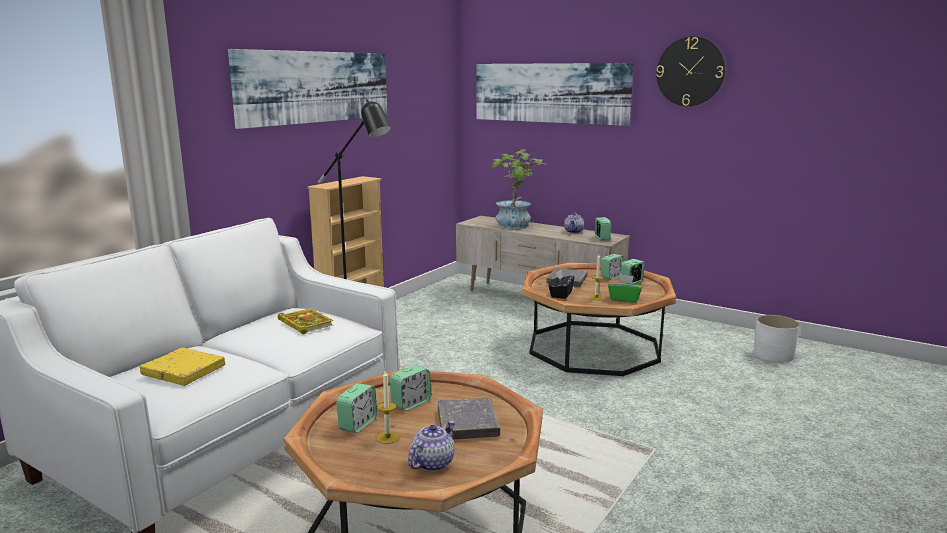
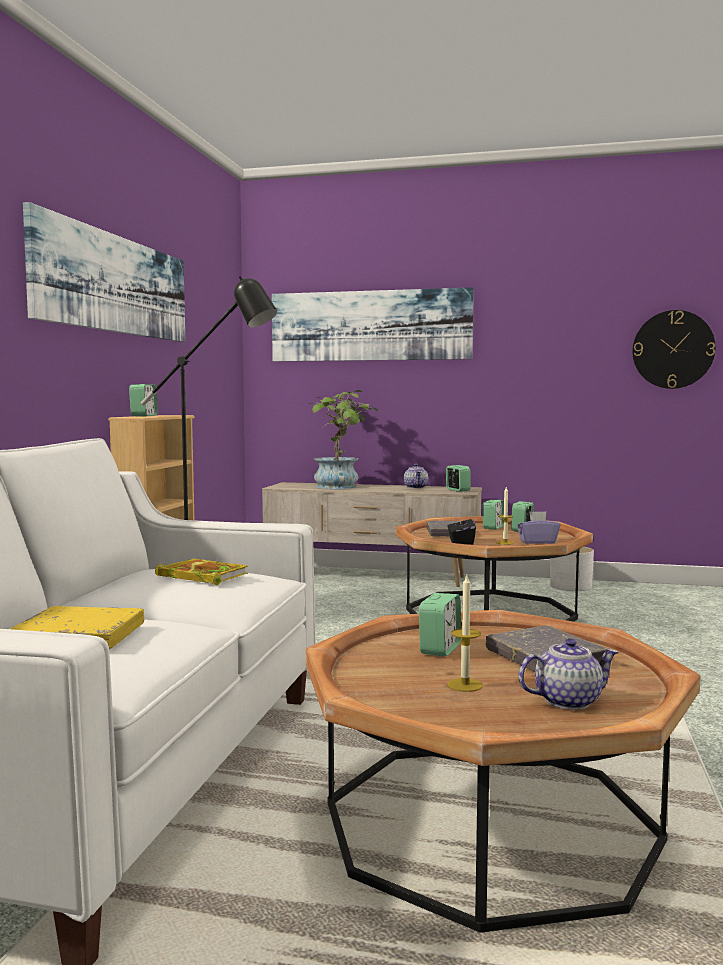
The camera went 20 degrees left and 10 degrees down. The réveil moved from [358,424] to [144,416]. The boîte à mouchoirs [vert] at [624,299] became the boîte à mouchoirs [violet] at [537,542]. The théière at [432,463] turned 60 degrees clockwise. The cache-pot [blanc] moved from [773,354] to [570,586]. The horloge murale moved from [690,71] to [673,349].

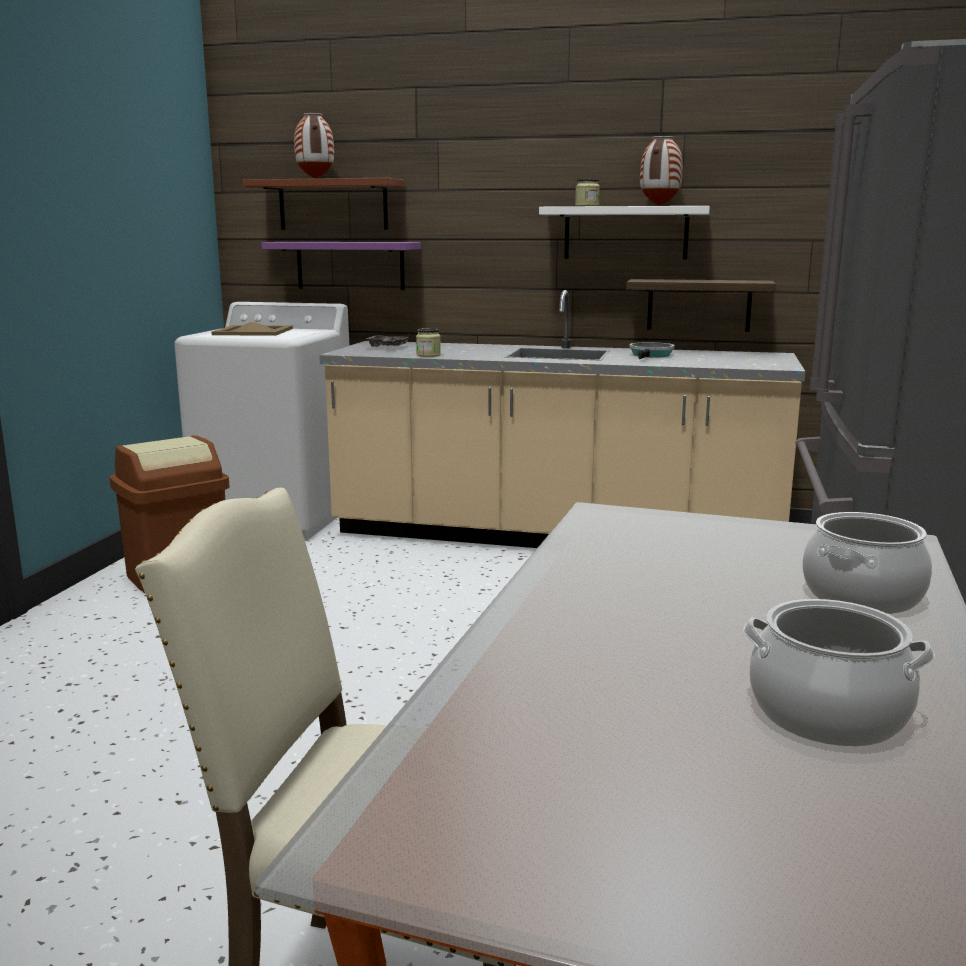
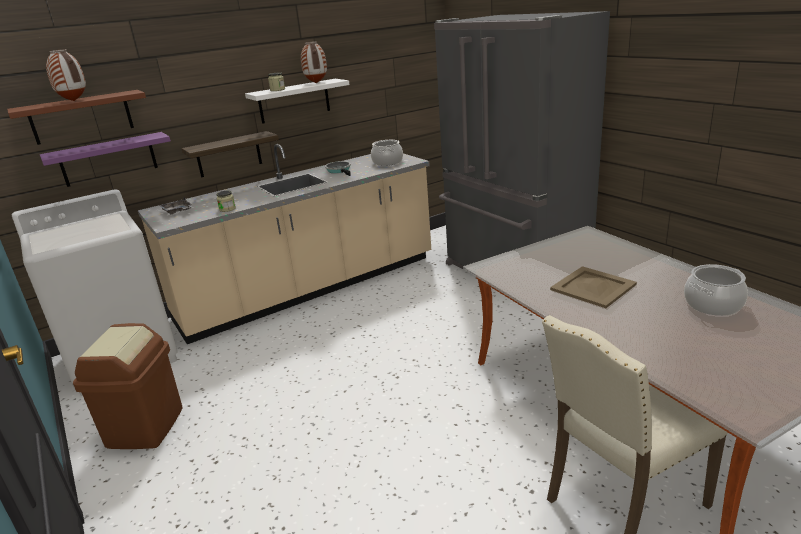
The camera went 45 degrees left and 10 degrees up. The étagère moved from [699,305] to [229,154]. The marmite moved from [863,596] to [387,162]. The plateau [beige] moved from [252,331] to [593,287].

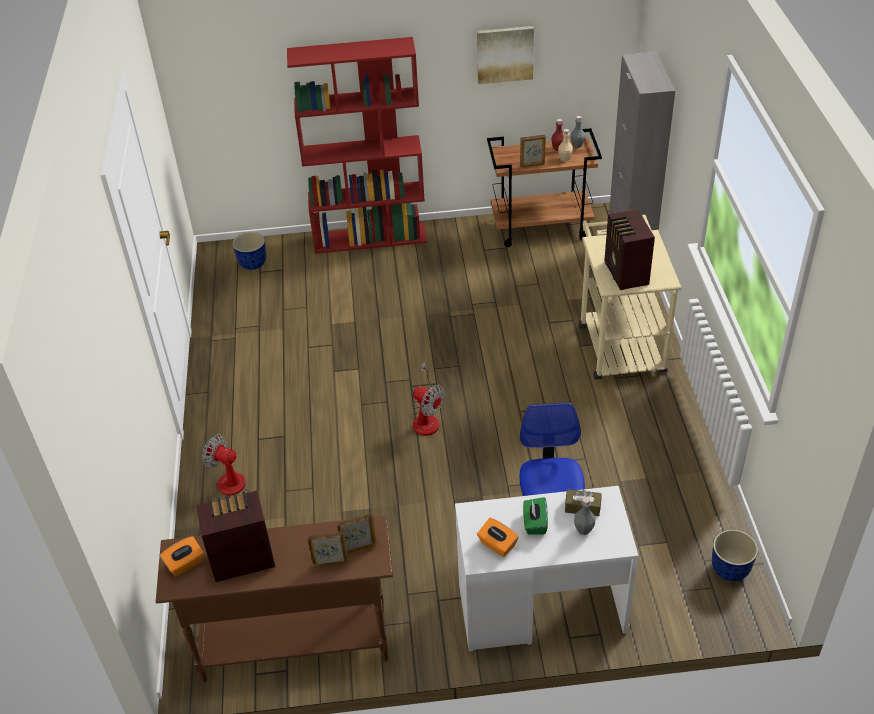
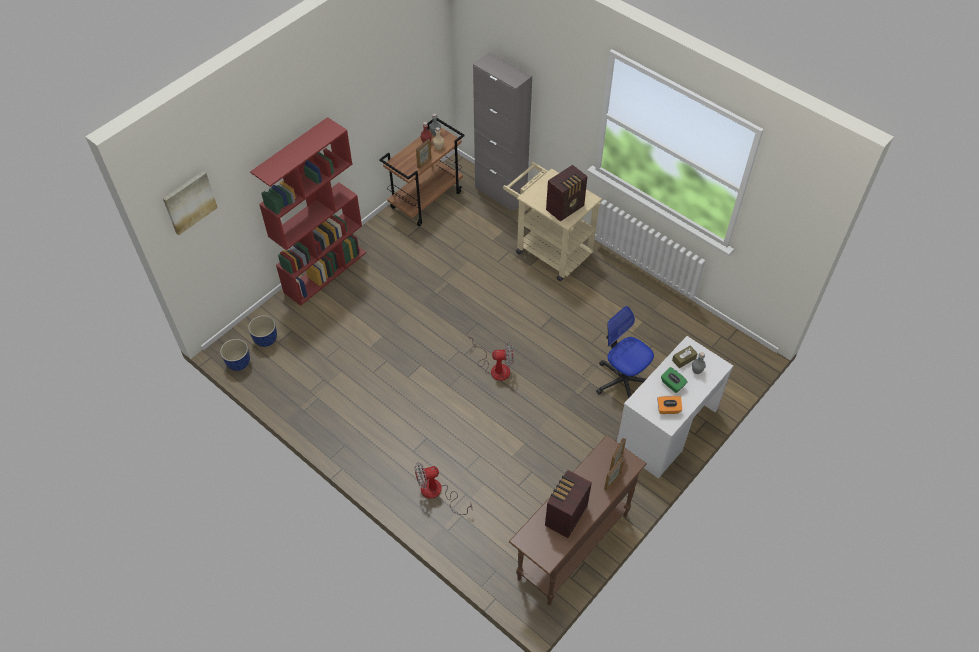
The camera went 45 degrees left and 10 degrees up. The tableau moved from [504,54] to [189,202]. The cache-pot moved from [729,570] to [239,363]. The radio at [625,274] turned 75 degrees counterclockwise. The boîte à mouchoirs [orange] at [185,564] disappeared.

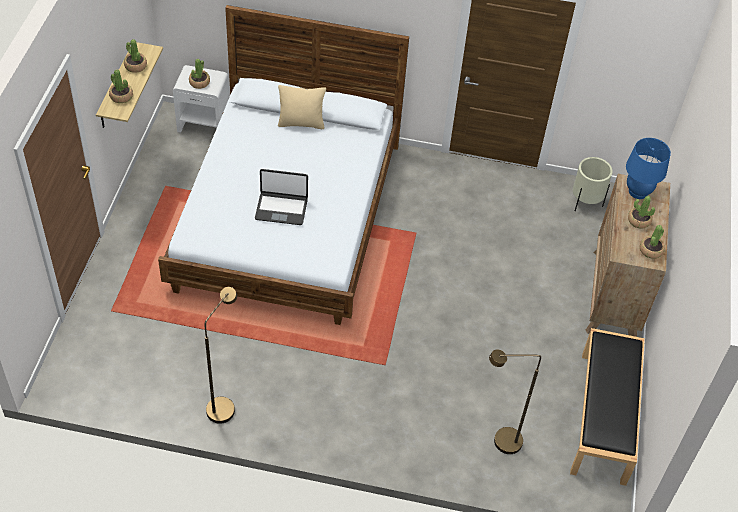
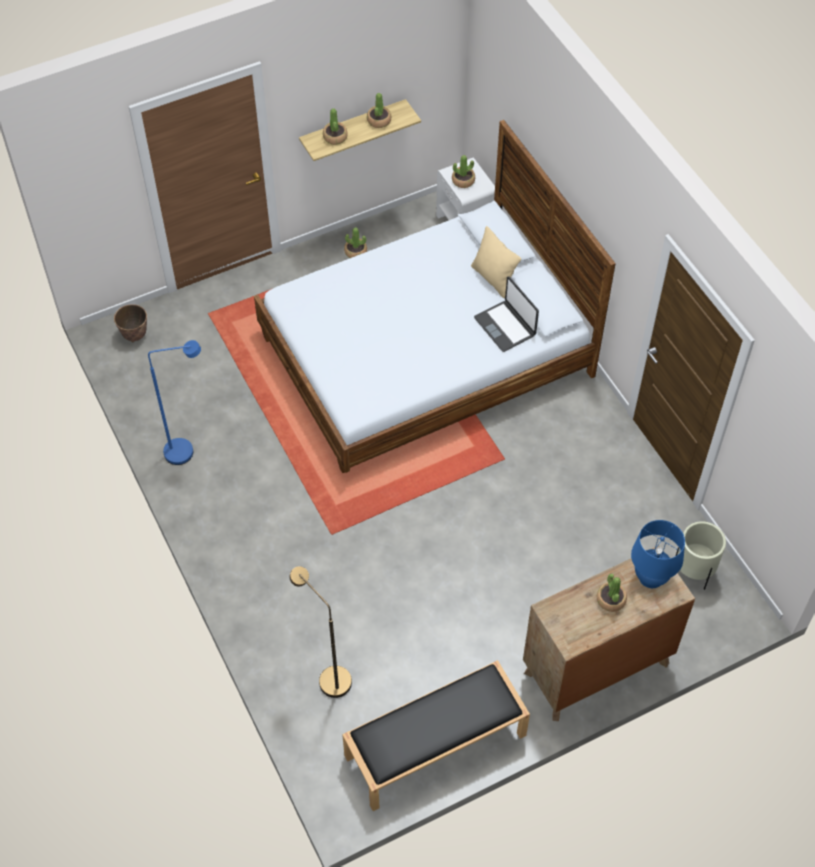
The camera went 55 degrees right and 5 degrees up. The cache-pot at [135,335] appeared. The lampadaire [marron] at [224,404] became the lampadaire [bleu] at [187,450]. The plante en pot moved from [651,250] to [355,252]. The ordinateur portable moved from [281,209] to [505,326].

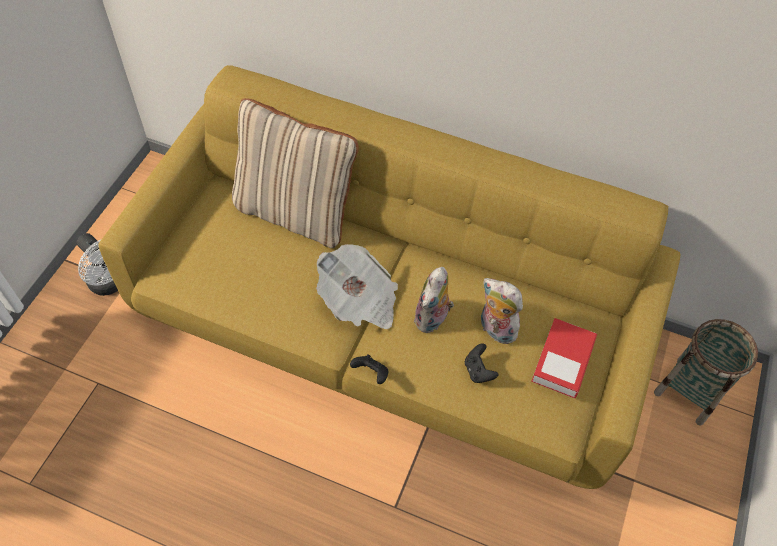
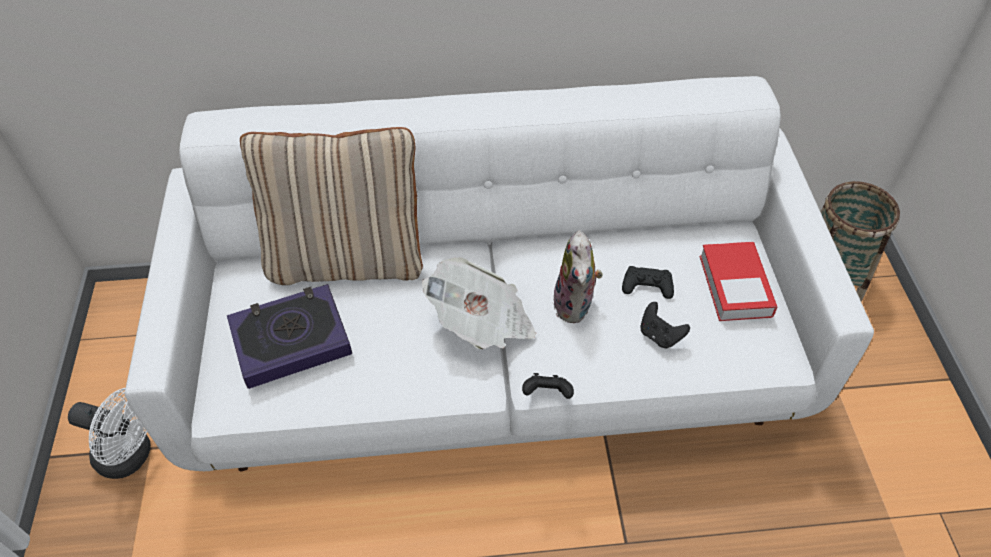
The camera went 25 degrees left and 5 degrees down. The canapé [jaune] at [387,329] became the canapé [blanc] at [497,357]. The livre at [291,340] appeared. The peluche at [495,329] was replaced by the manette [noir] at [647,286].

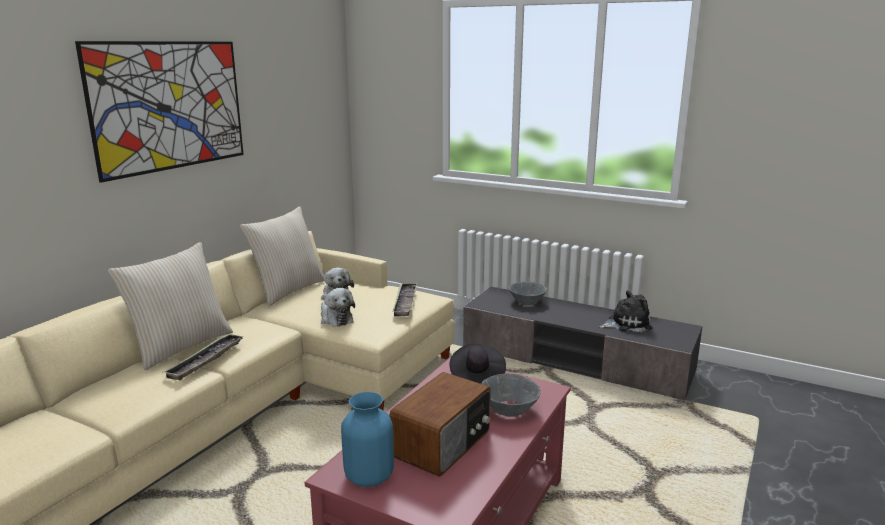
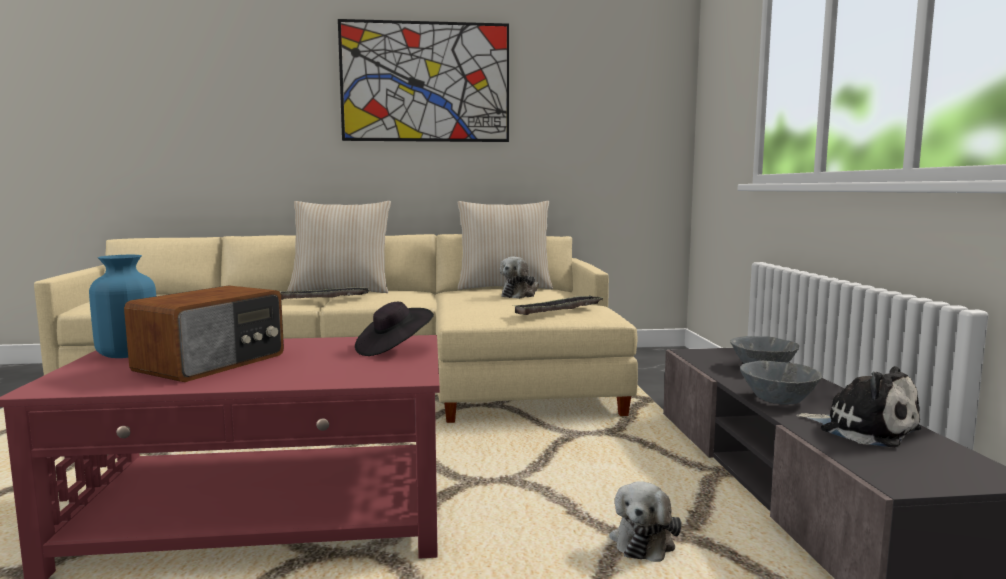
The camera went 55 degrees right and 10 degrees down. The radio at [443,444] turned 60 degrees counterclockwise. The peluche moved from [335,319] to [643,541]. The bol [gris] moved from [509,409] to [778,399].

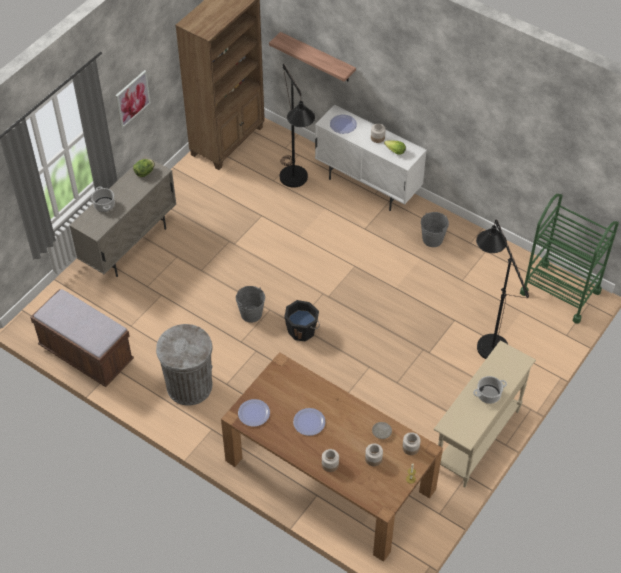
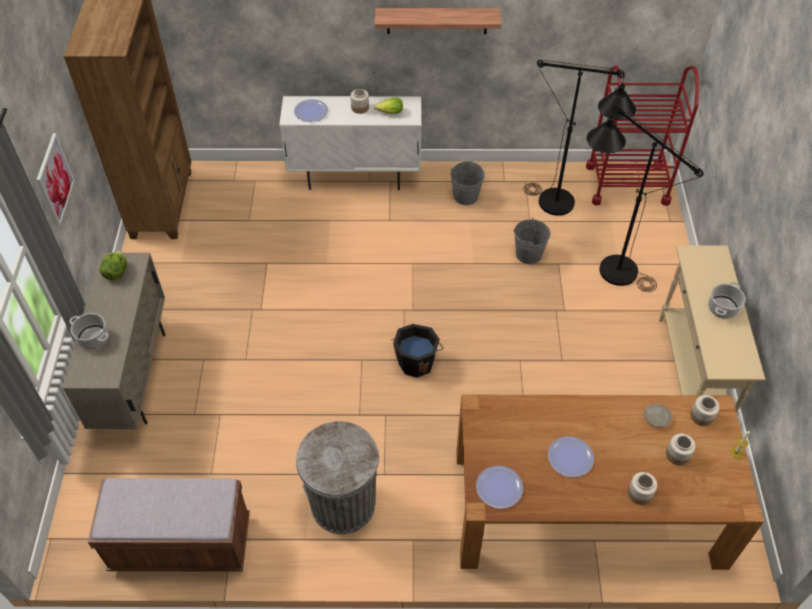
The camera went 35 degrees left and 0 degrees up. The étagère moved from [317,57] to [437,20]. The seau [gris] moved from [251,314] to [528,254]. The lampadaire [noir] moved from [295,183] to [565,207]. The chariot [vert] at [560,292] became the chariot [rouge] at [627,184].

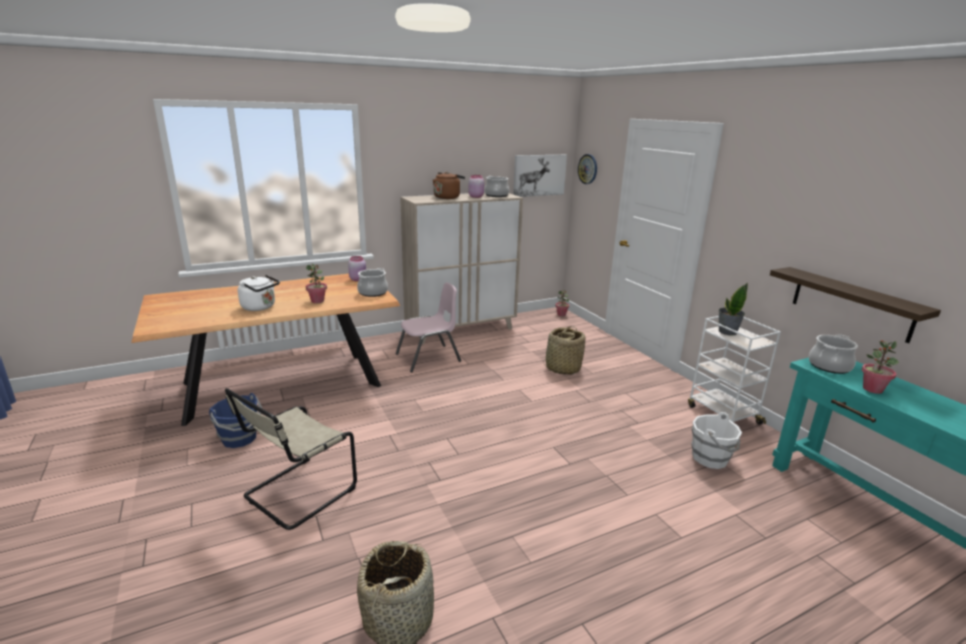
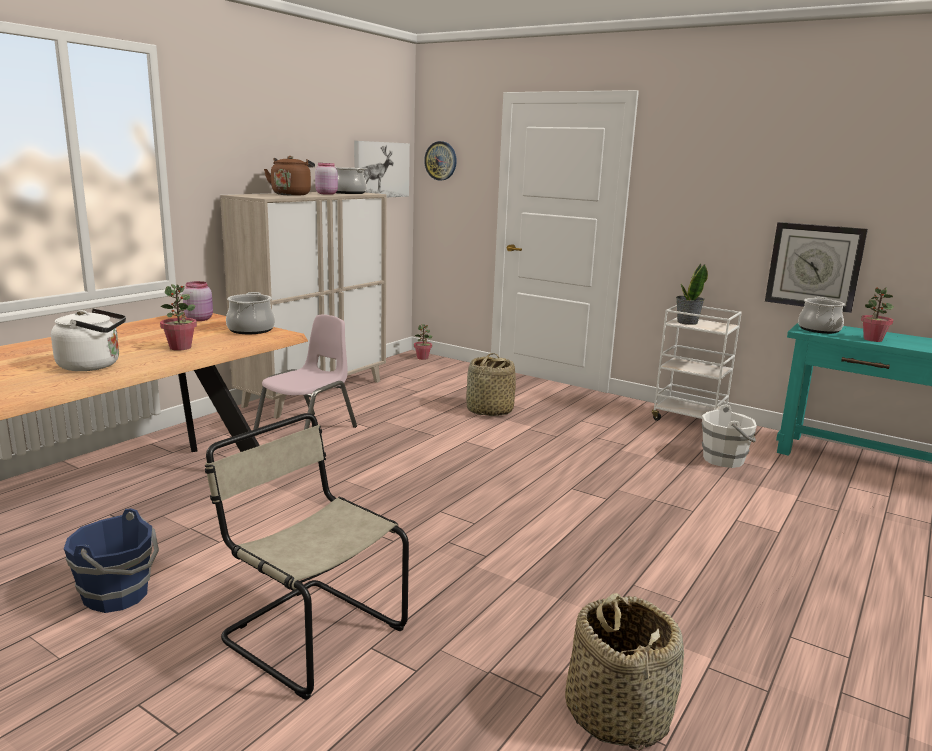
The camera went 30 degrees left and 5 degrees down. The chaise [beige] at [297,494] turned 120 degrees clockwise. The étagère at [851,303] was replaced by the horloge murale at [814,266].

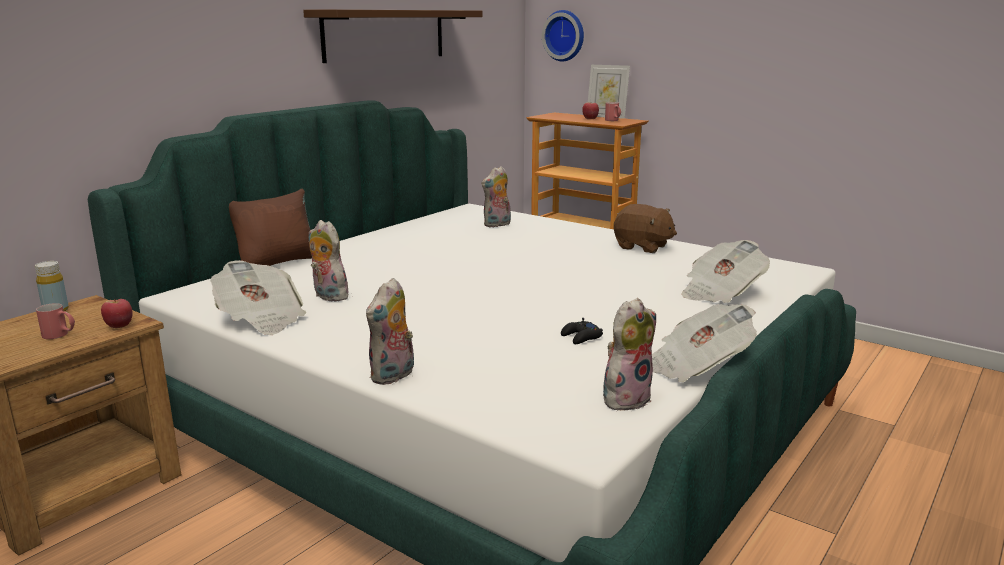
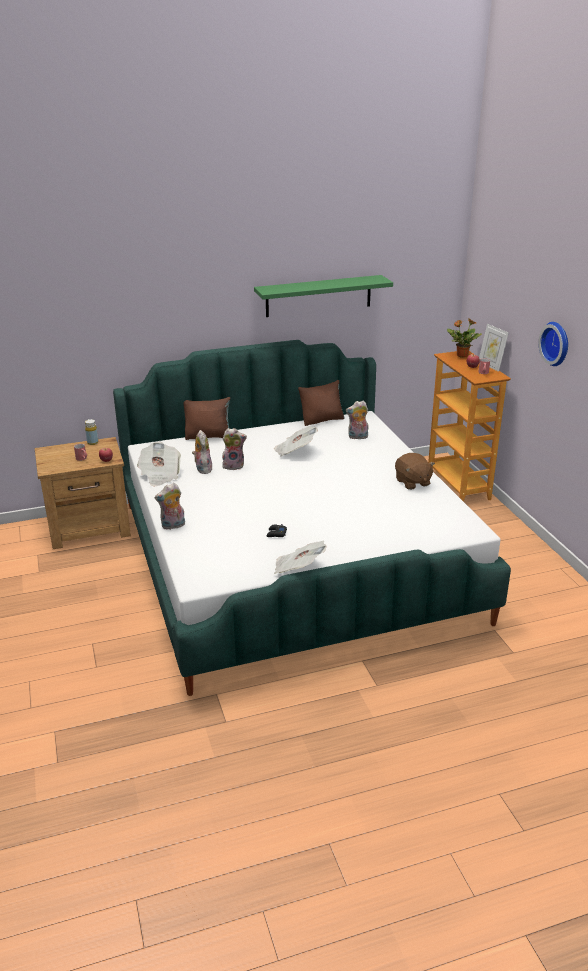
The camera went 35 degrees right and 10 degrees up. The peluche moved from [625,398] to [234,465]. The étagère [marron] at [385,35] became the étagère [vert] at [318,296]. The journal moved from [720,293] to [295,451]. The coussin [marron] at [322,420] appeared. The plante en pot at [461,355] appeared. The horloge murale moved from [565,35] to [557,343].

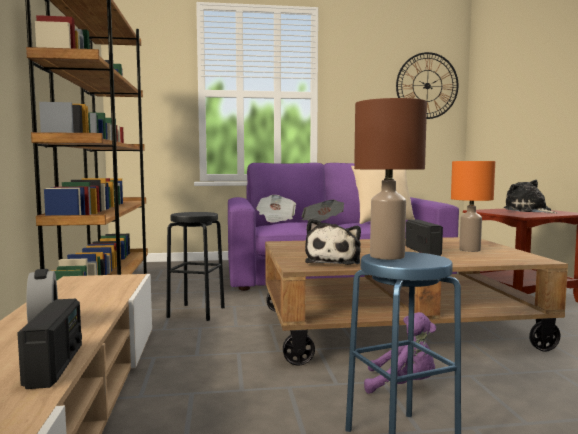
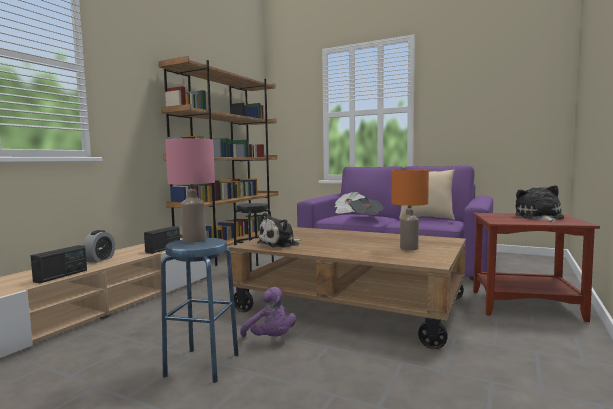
The camera went 35 degrees right and 0 degrees up. The radio moved from [423,251] to [163,249]. The lampe de table [marron] at [386,256] became the lampe de table [rose] at [194,240]. The horloge murale at [427,86] disappeared.

